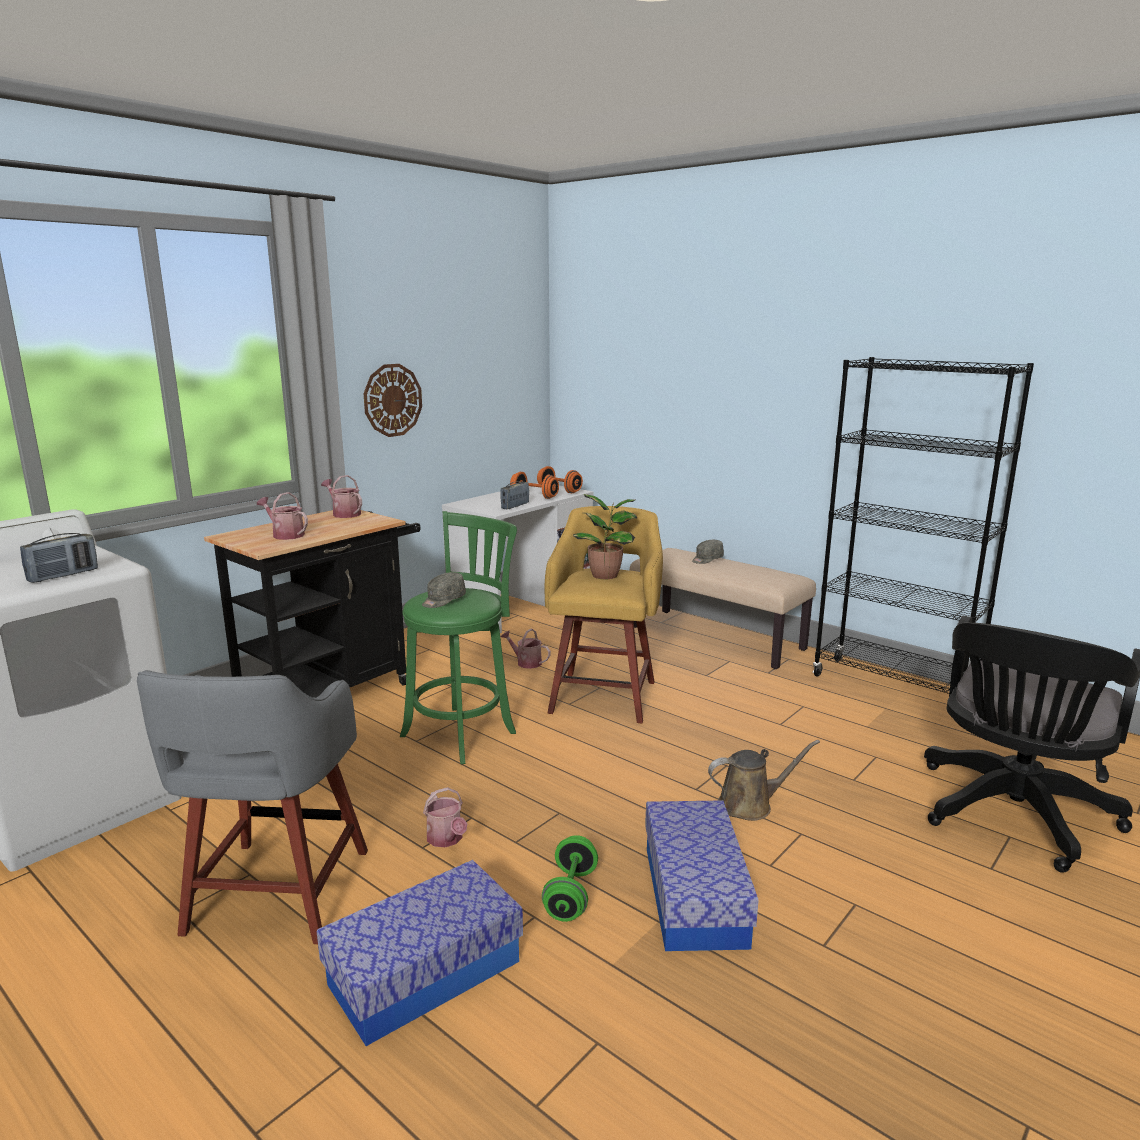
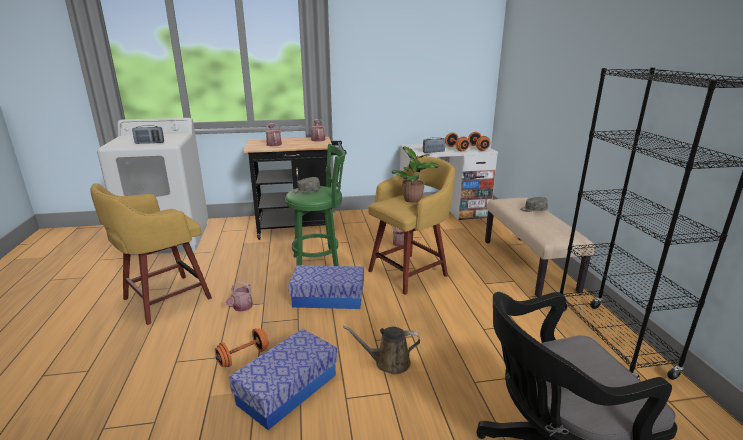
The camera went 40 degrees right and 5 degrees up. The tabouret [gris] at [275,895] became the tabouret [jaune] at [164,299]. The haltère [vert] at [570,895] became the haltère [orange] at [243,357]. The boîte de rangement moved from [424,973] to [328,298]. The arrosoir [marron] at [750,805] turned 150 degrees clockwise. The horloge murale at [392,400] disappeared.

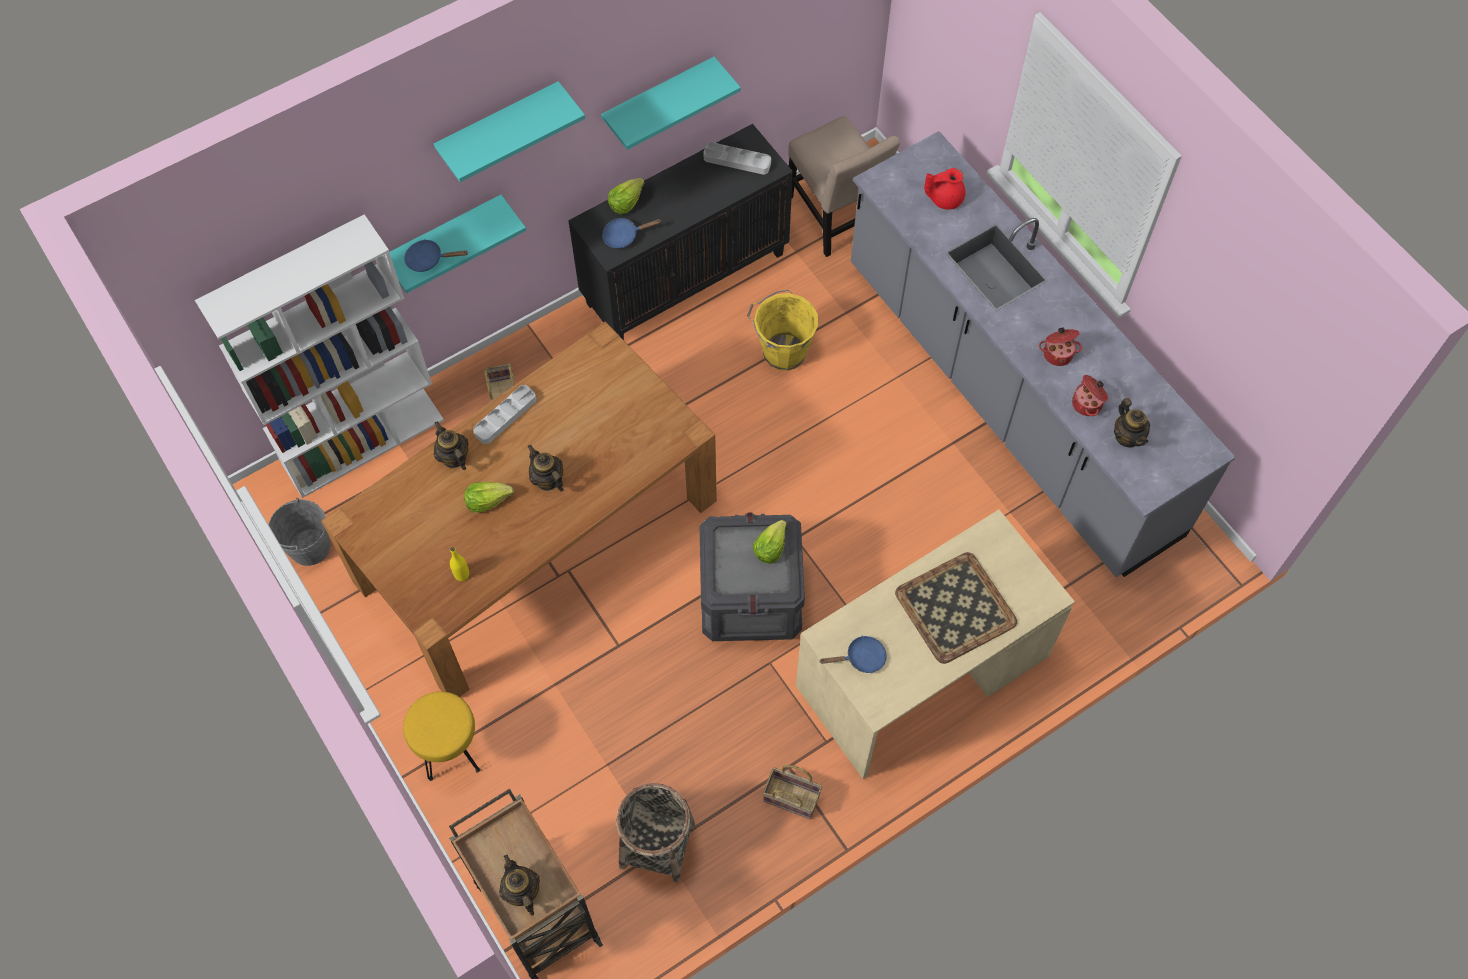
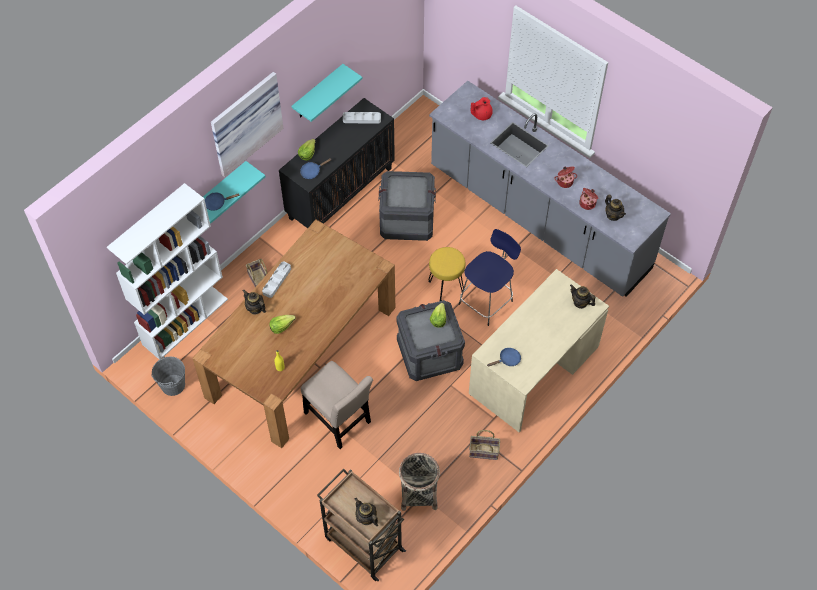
The camera went 15 degrees left and 5 degrees down. The étagère [turquoise] at [499,127] was replaced by the tableau at [244,122]. The chaise [beige] moved from [835,218] to [339,420]. The seau [jaune] at [782,351] was replaced by the caisse at [407,220]. The tabouret [jaune] moved from [451,752] to [446,286]. The tabouret [bleu] at [487,301] appeared. The théière moved from [547,480] to [580,302]. The plateau at [954,607] disappeared.

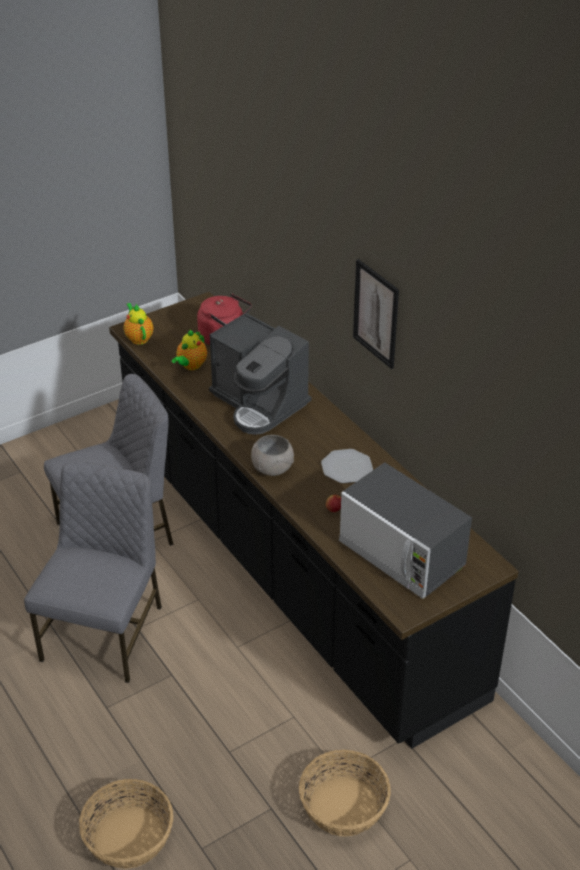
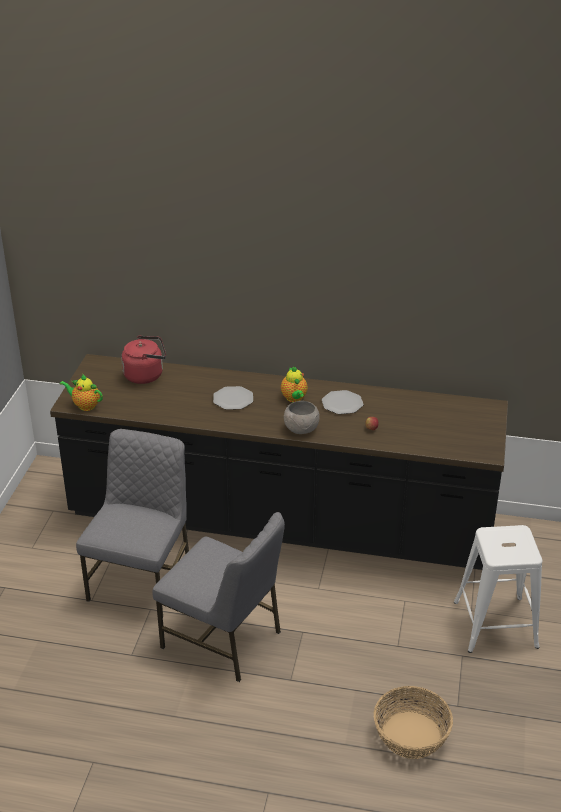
The camera went 45 degrees left and 5 degrees down. The chaise [gris] at [105,632] turned 150 degrees clockwise. The machine à café at [259,403] was replaced by the assiette at [233,399]. The théière moved from [191,366] to [294,399]. The panier at [344,806] was replaced by the tabouret [blanc] at [495,624]. The micro-ondes at [402,555] disappeared. The tableau at [376,314] disappeared.

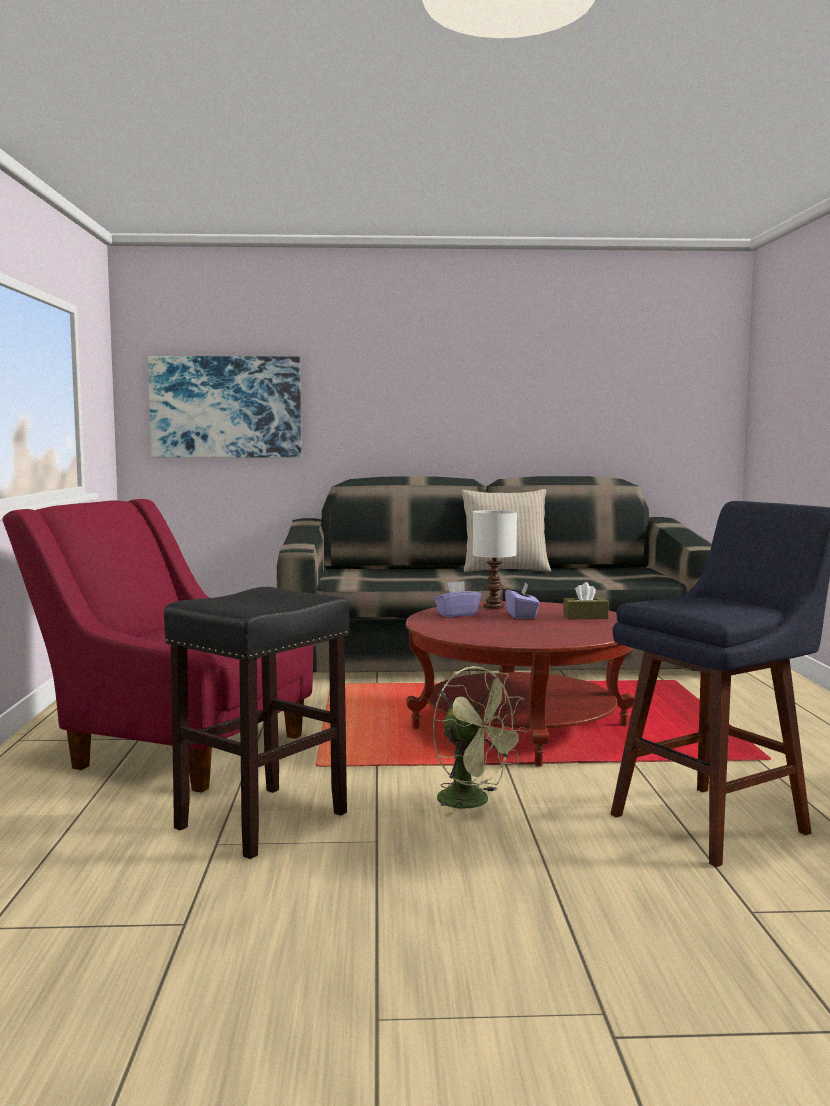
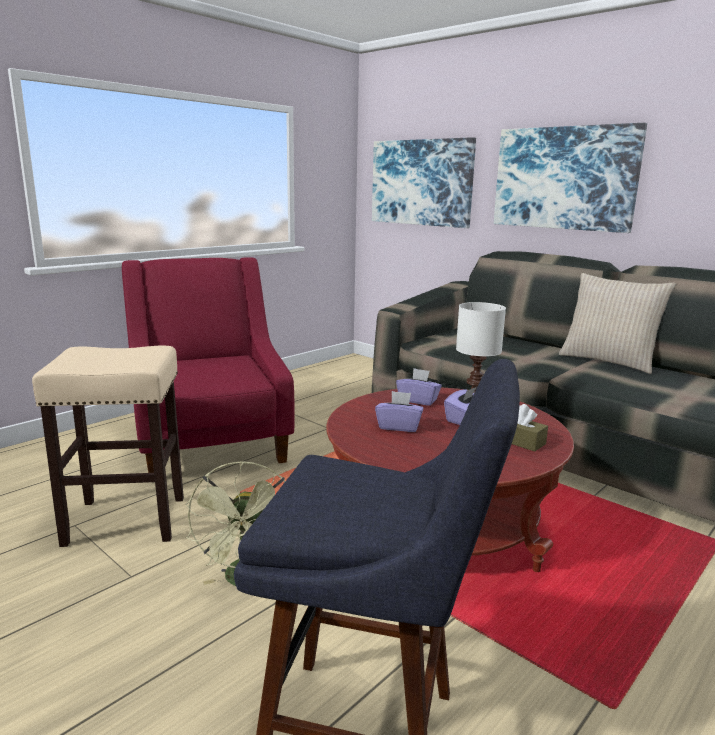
The camera went 45 degrees right and 10 degrees up. The tabouret [noir] at [263,819] became the tabouret [beige] at [128,520]. The boîte à mouchoirs [violet] at [399,426] appeared. The tableau at [564,178] appeared.

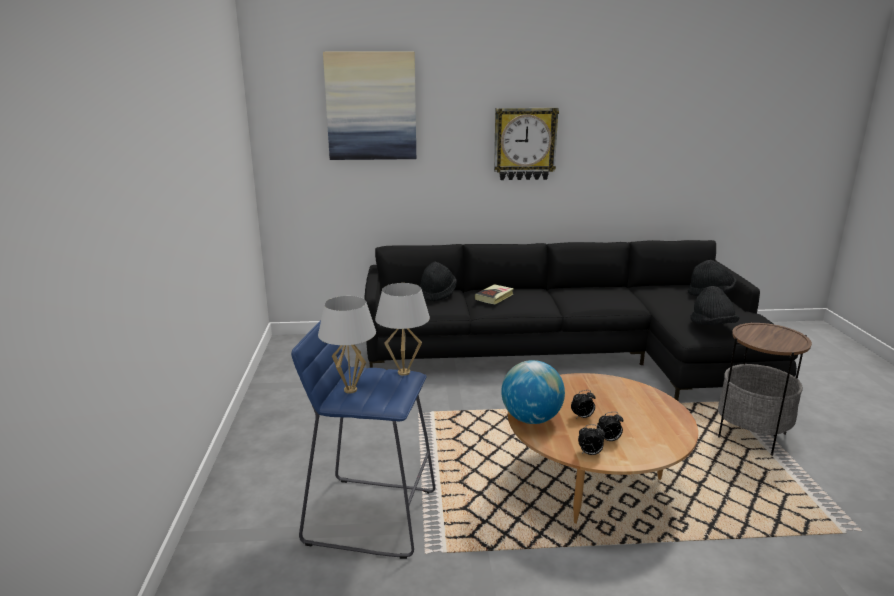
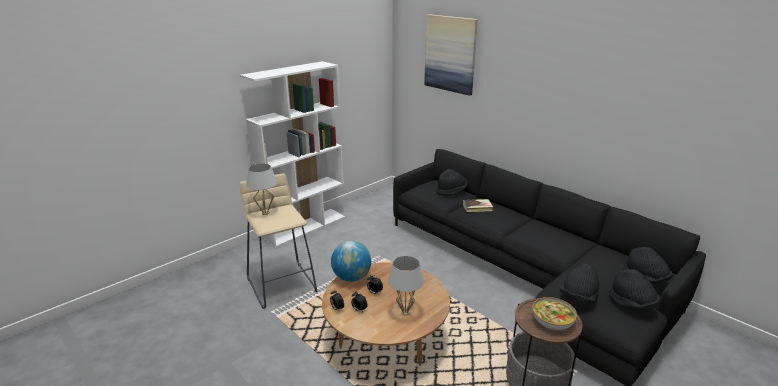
The camera went 50 degrees right and 5 degrees up. The bibliothèque [blanc] at [305,227] appeared. The tabouret [bleu] at [370,515] became the tabouret [beige] at [282,284]. The lampe de table [blanc] moved from [404,372] to [405,312]. The bol at [552,321] appeared. The chapeau [noir] at [631,304] appeared. The horloge murale at [524,144] disappeared.

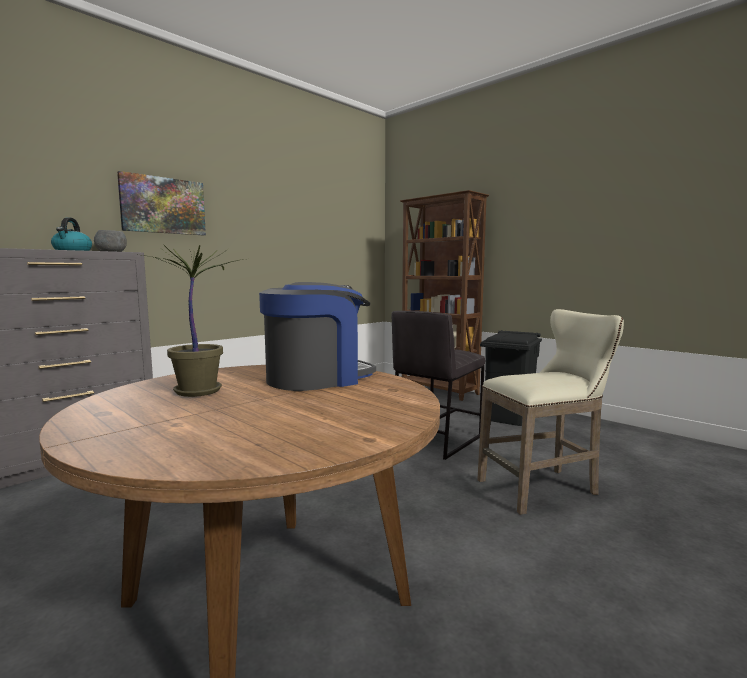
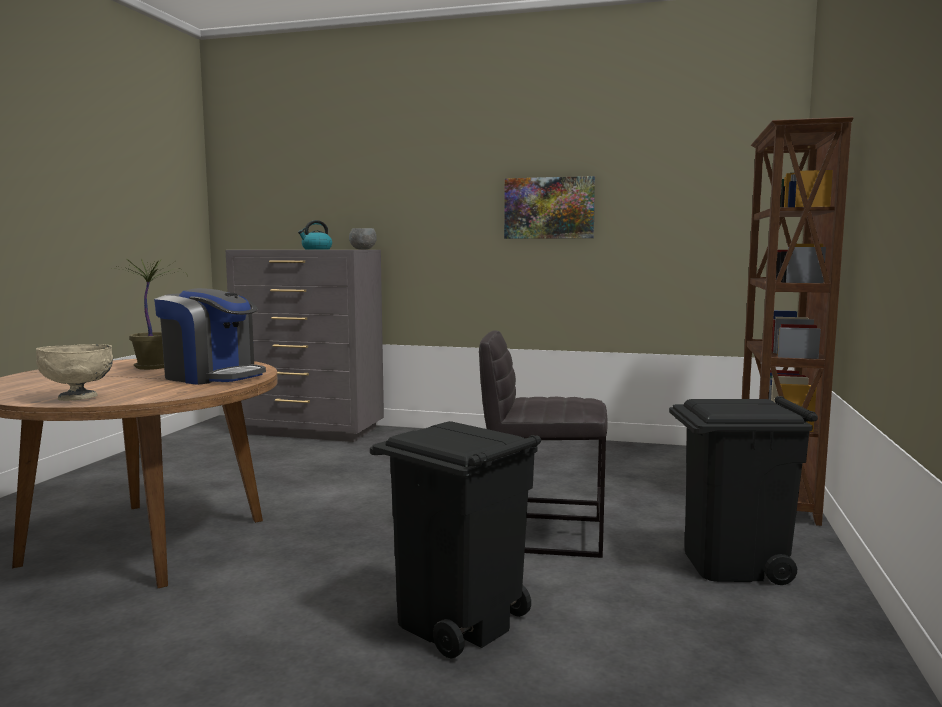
The camera went 60 degrees right and 0 degrees up. The bol [beige] at [79,398] appeared. The tabouret [beige] at [544,488] was replaced by the poubelle [noir] at [457,622]. The tableau moved from [163,205] to [549,208].

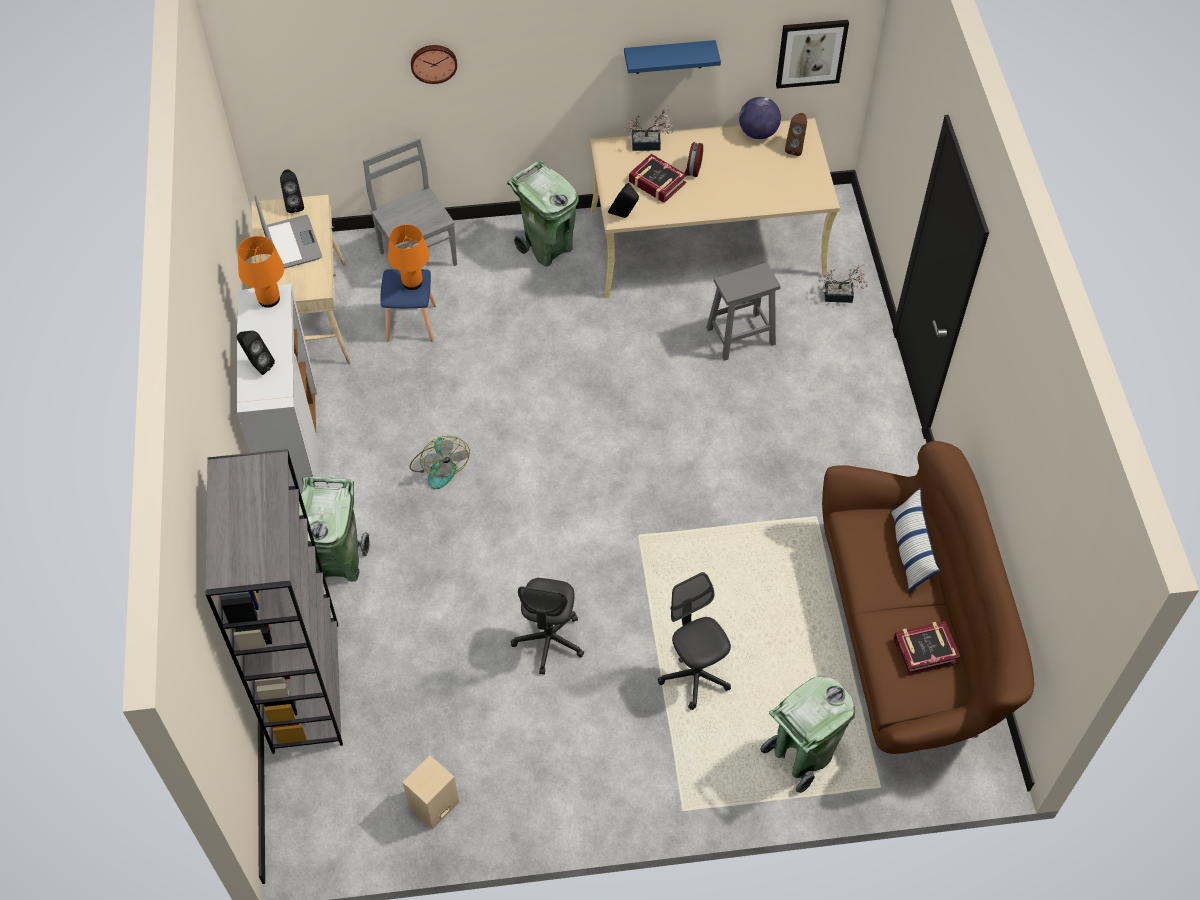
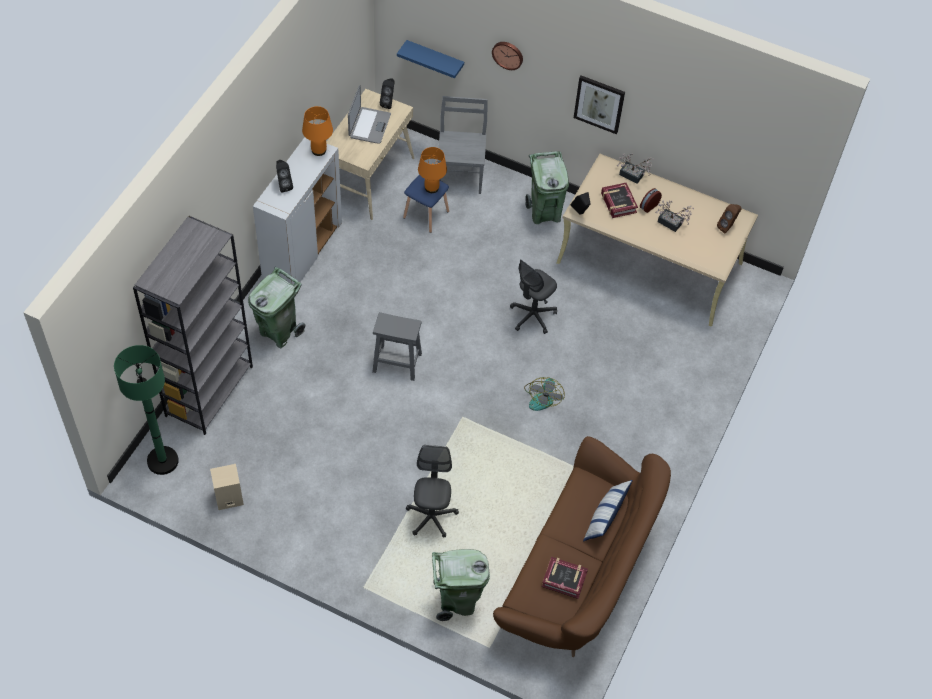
The camera went 30 degrees right and 0 degrees up. The lampadaire [vert] at [162,461] appeared. The tabouret [gris] moved from [739,336] to [396,362]. The étagère [bleu] moved from [669,57] to [435,59]. The chaise de bureau [gris] moved from [549,641] to [532,316]. The ventilateur moved from [439,467] to [543,397]. The tableau moved from [811,53] to [599,104]. The plante en pot moved from [842,295] to [672,224]. The globe at [758,133] disappeared.

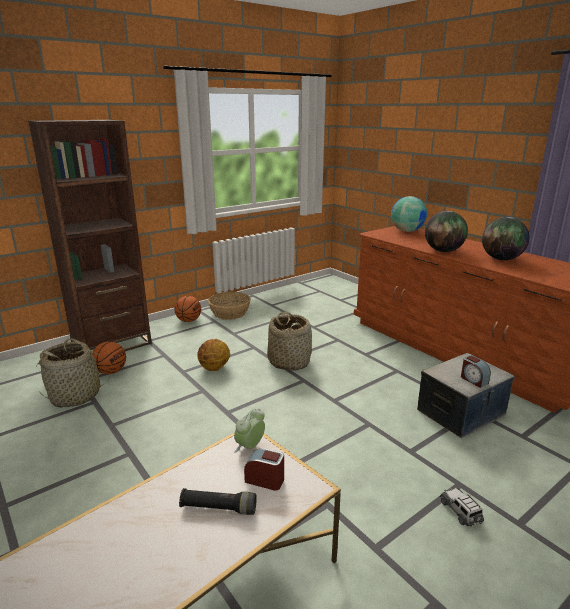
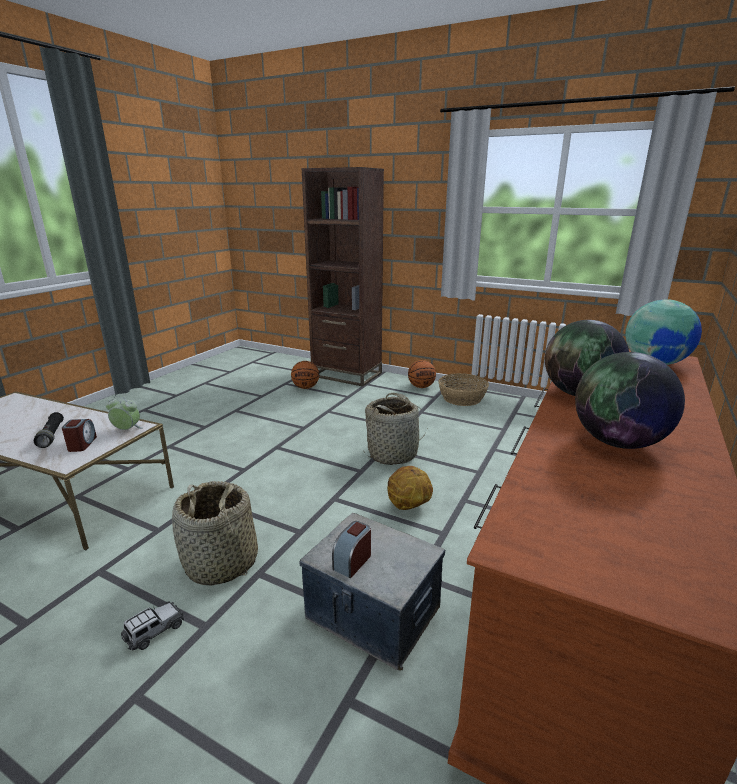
The camera went 65 degrees right and 0 degrees up. The panier moved from [76,395] to [221,563]. The ballon de basket moved from [214,368] to [408,506].

